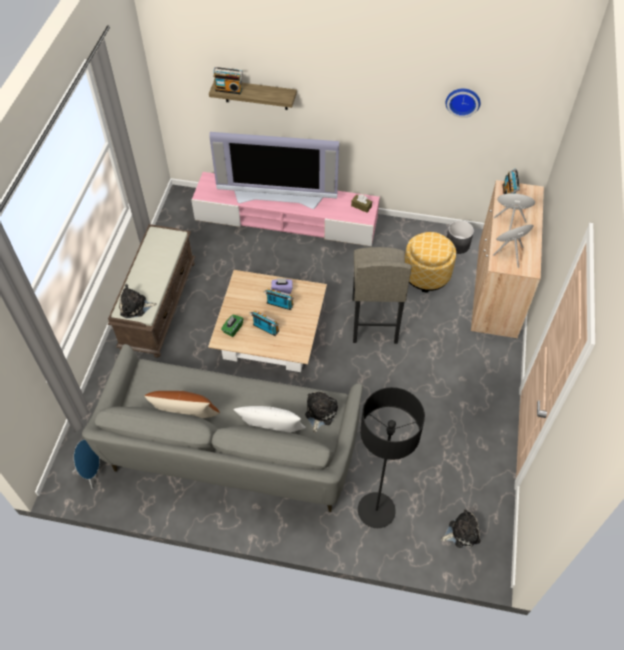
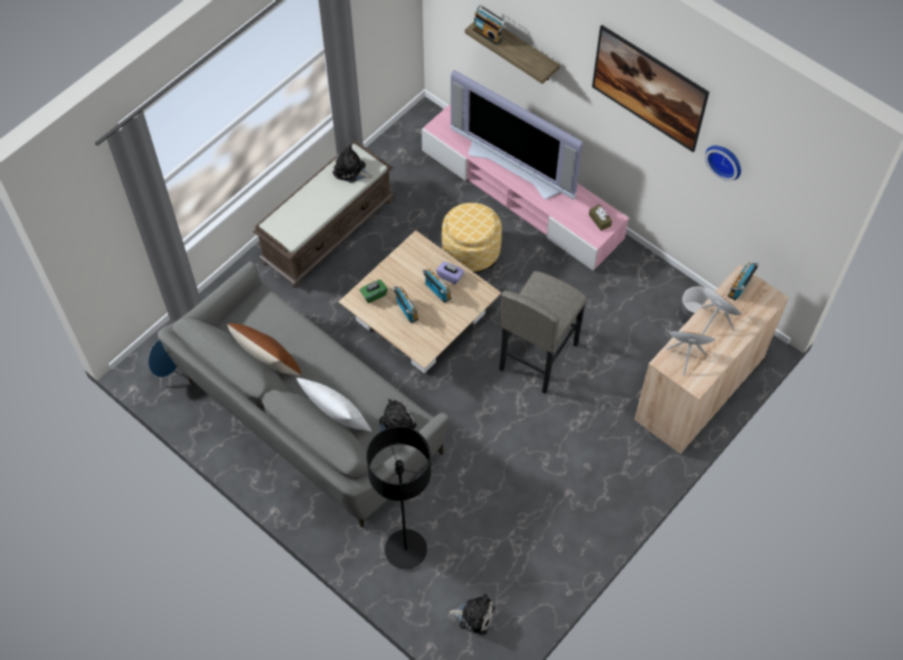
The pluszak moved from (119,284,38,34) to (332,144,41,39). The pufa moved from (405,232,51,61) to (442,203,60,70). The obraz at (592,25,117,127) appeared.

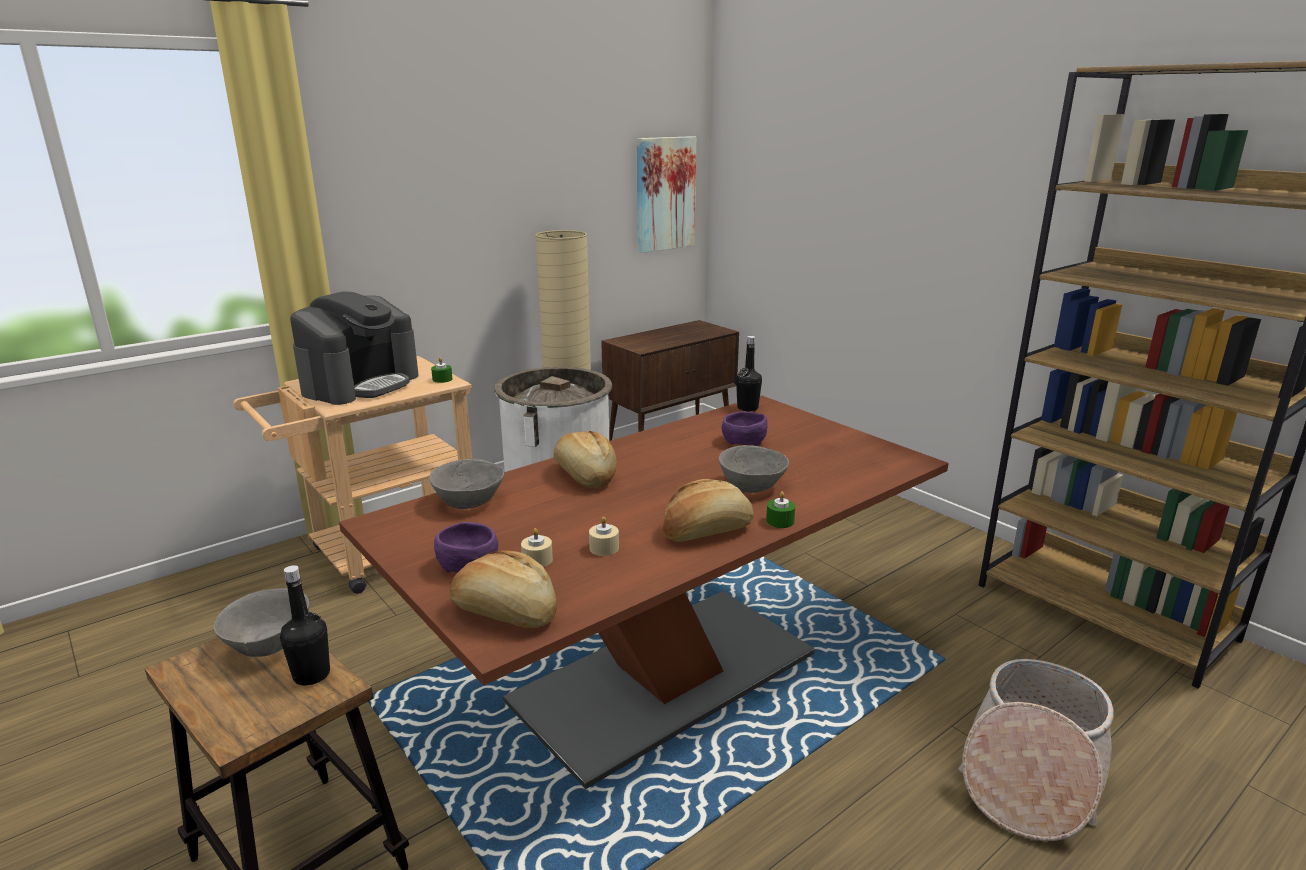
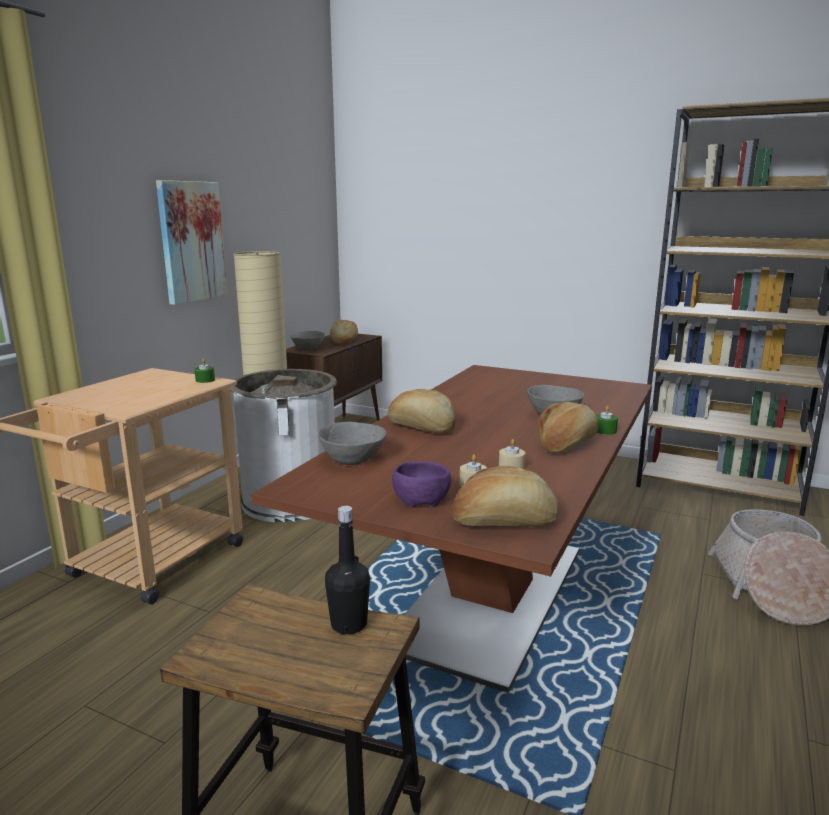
The obraz moved from (637,136,59,117) to (156,180,72,125). The miska [szary] moved from (214,588,96,69) to (290,331,35,19). The chleb at (330,320,28,25) appeared. The ekspres do kawy at (290,291,129,114) disappeared. The miska [fioletowy] at (722,411,46,35) disappeared. The butelka [czarny] at (736,336,26,75) disappeared.

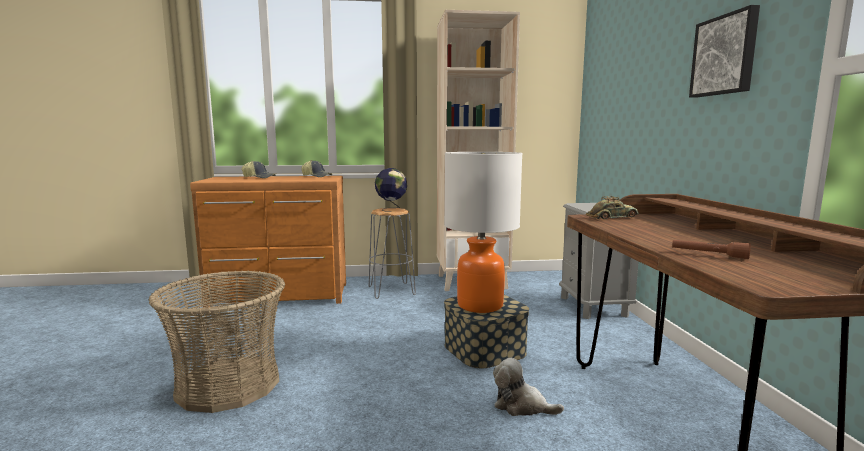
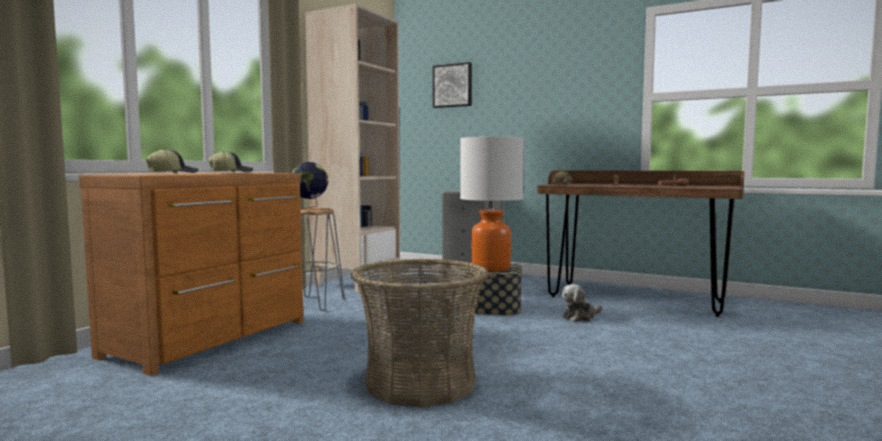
The obraz moved from (689,5,71,93) to (433,62,39,46).

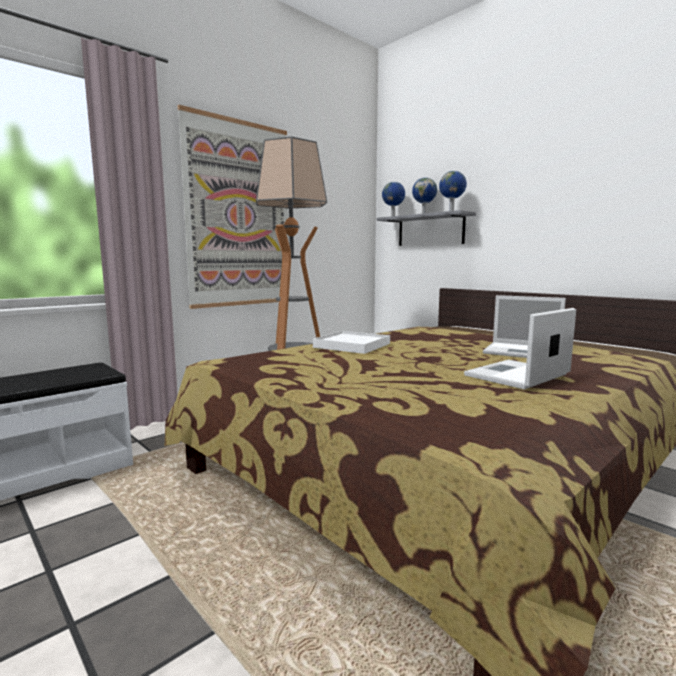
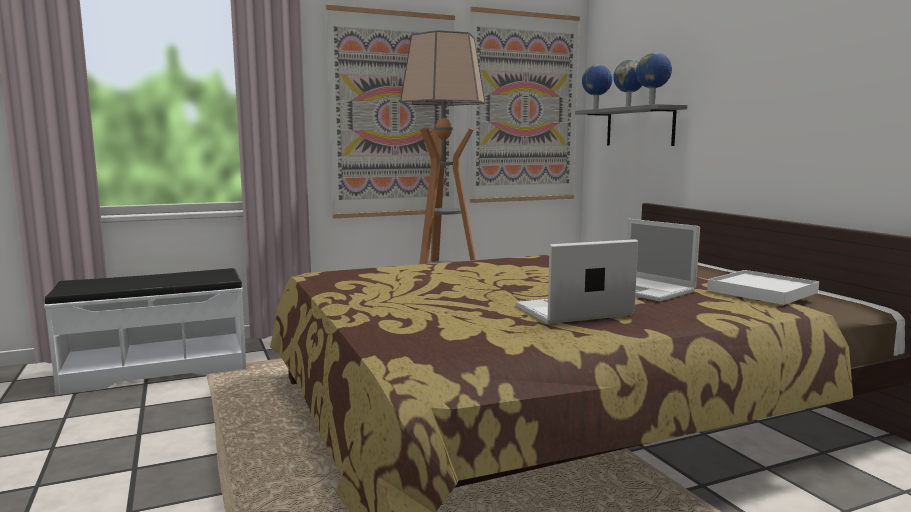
The obraz at (470,7,110,196) appeared. The taca [biały] moved from (313,331,77,23) to (707,270,112,35).

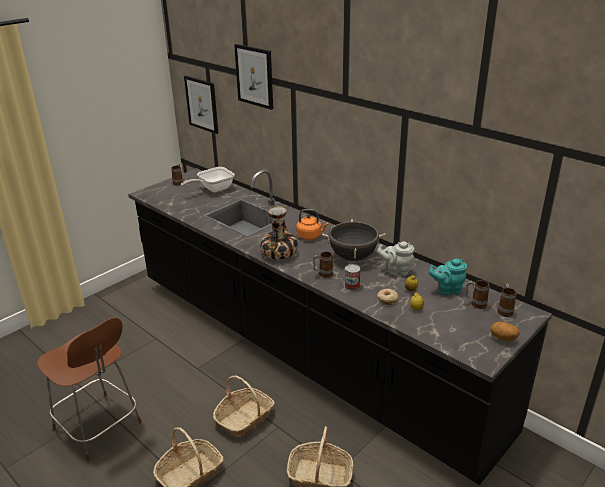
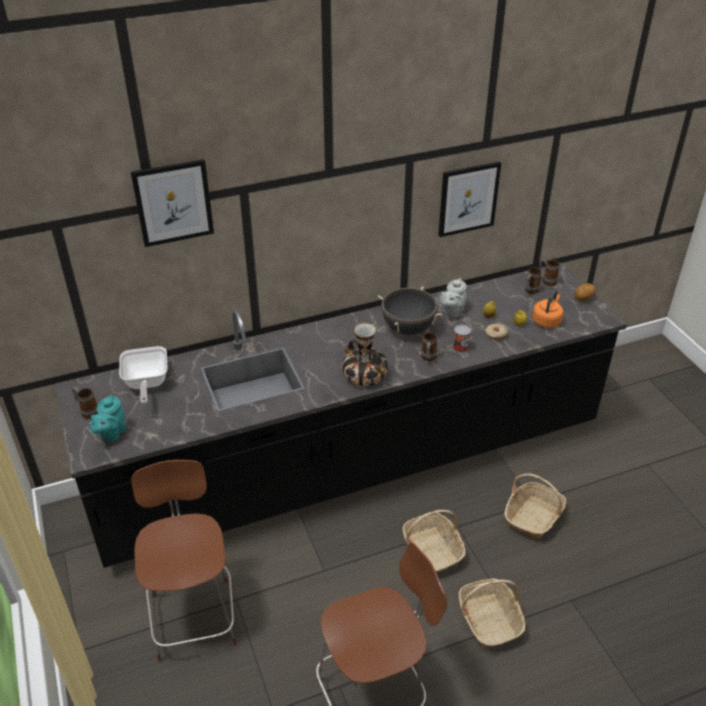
The imbryk [turkusowy] moved from (429,259,38,36) to (89,395,37,47). The krzesło [brązowy] at (131,460,106,201) appeared. The obraz moved from (184,76,34,58) to (438,161,63,76). The czajnik [pomarańczowy] moved from (296,209,33,31) to (532,290,31,38).

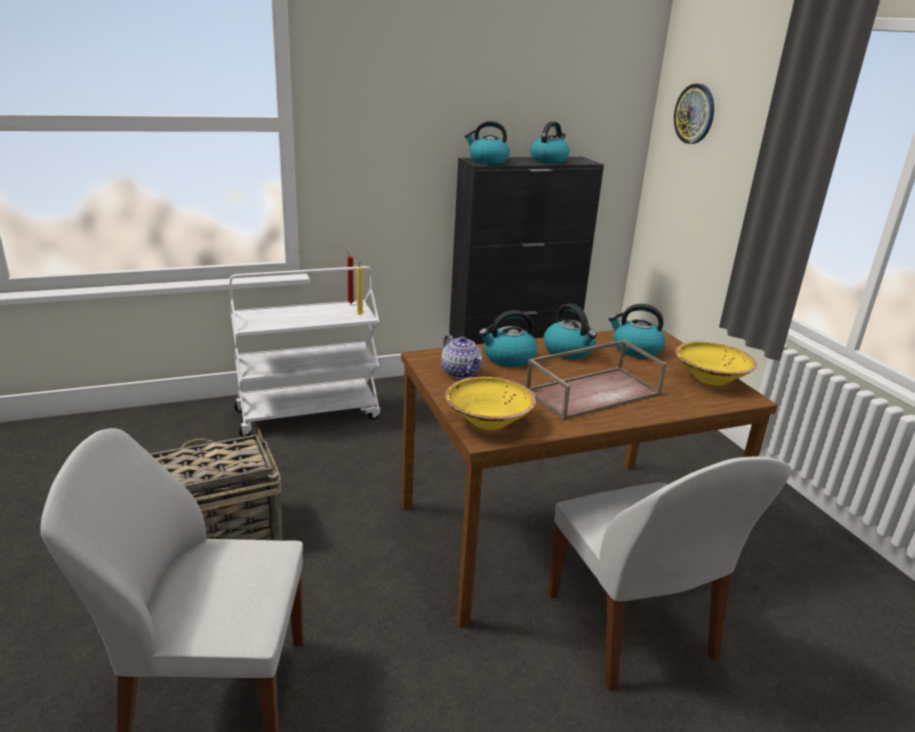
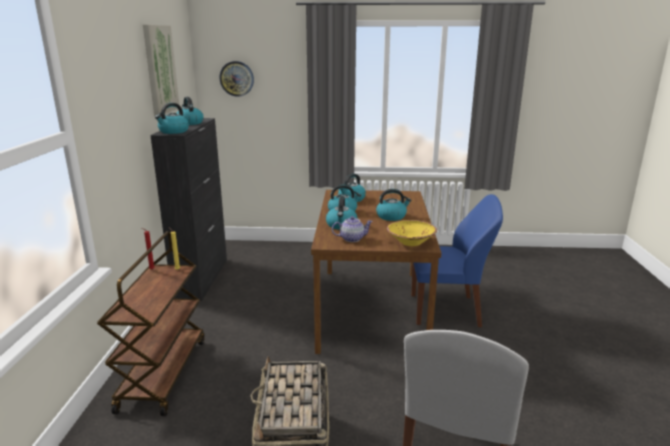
The wózek [biały] at (229,266,151,171) became the wózek [brązowy] at (97,231,108,185). The obraz at (143,25,36,91) appeared. The taca [brązowy] at (526,340,141,80) was replaced by the czajnik at (376,189,35,32). The krzesło [biały] at (547,457,245,234) became the krzesło [niebieski] at (411,194,92,133). The miska [żółty] at (675,341,82,44) disappeared.

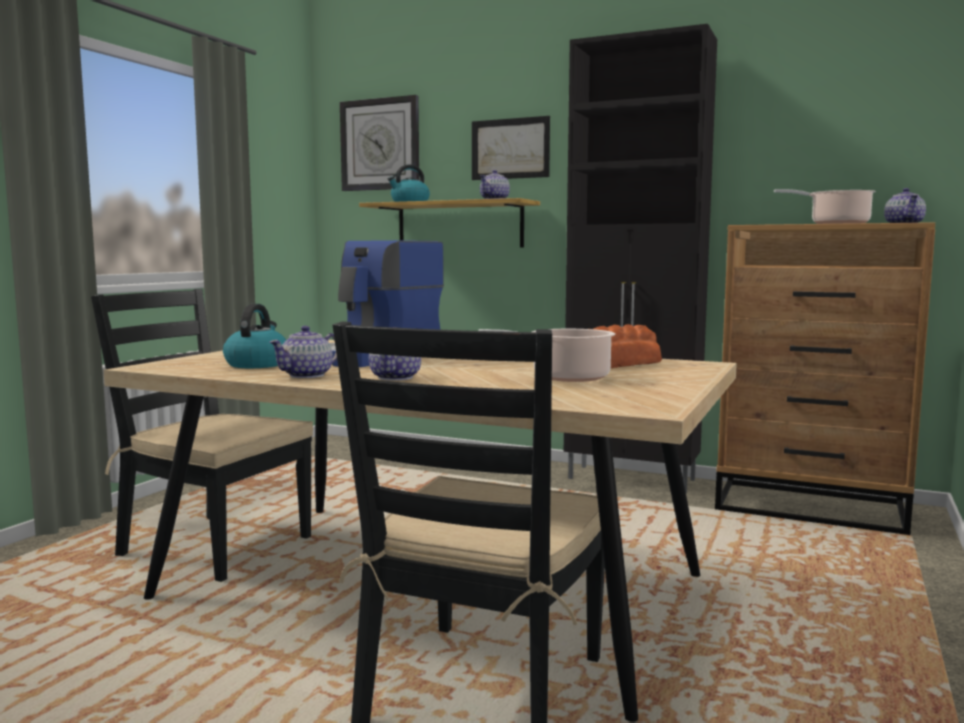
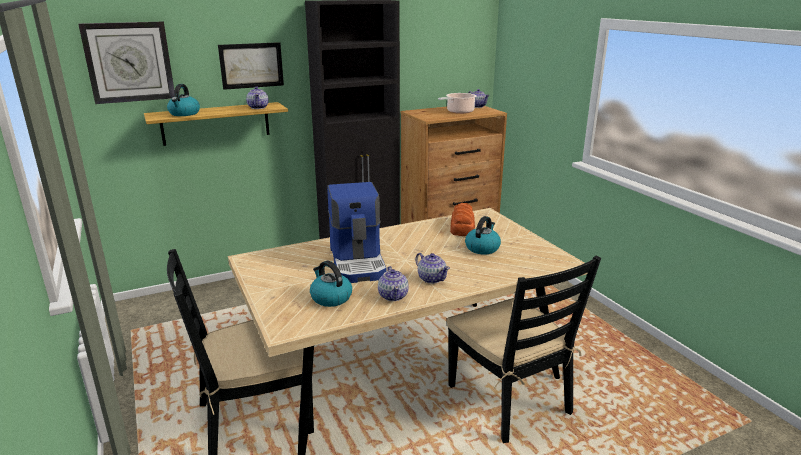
The garnek at (478,329,137,53) was replaced by the czajnik at (465,216,36,38).

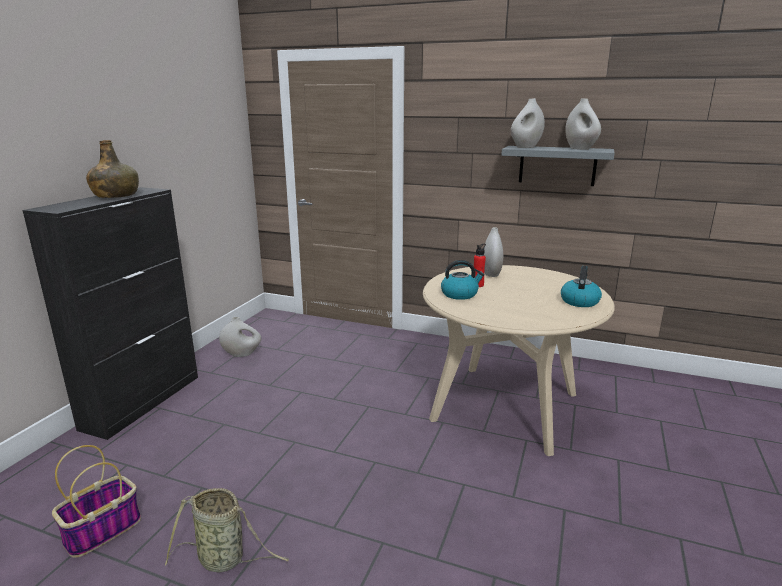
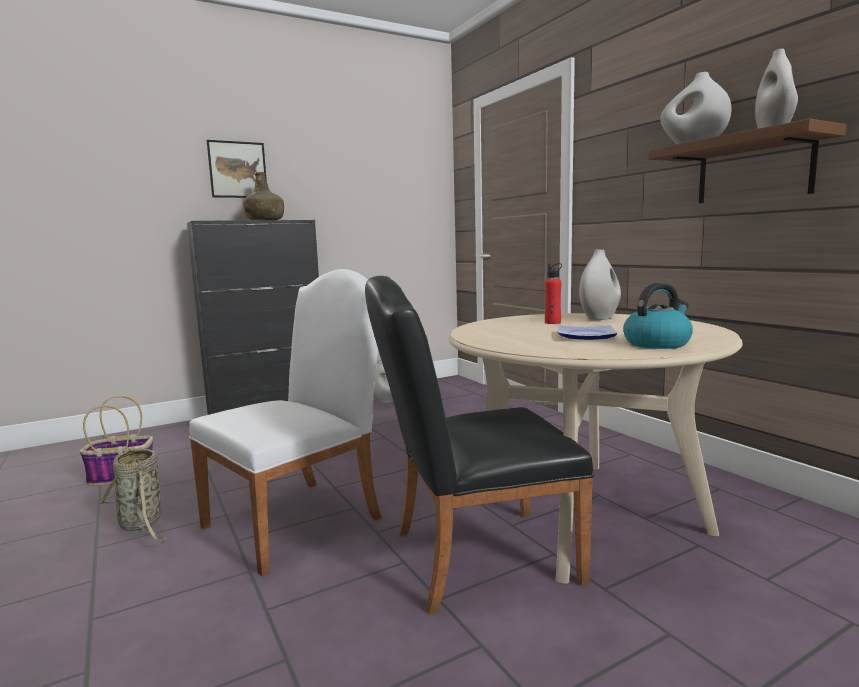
The krzesło [biały] at (189,269,193,307) appeared. The obraz at (207,140,60,58) appeared. The krzesło [czarny] at (365,276,229,338) appeared. The talerz at (558,325,59,15) appeared. The półka [szary] at (501,146,114,40) became the półka [brązowy] at (648,119,199,84). The czajnik at (441,260,44,40) disappeared.

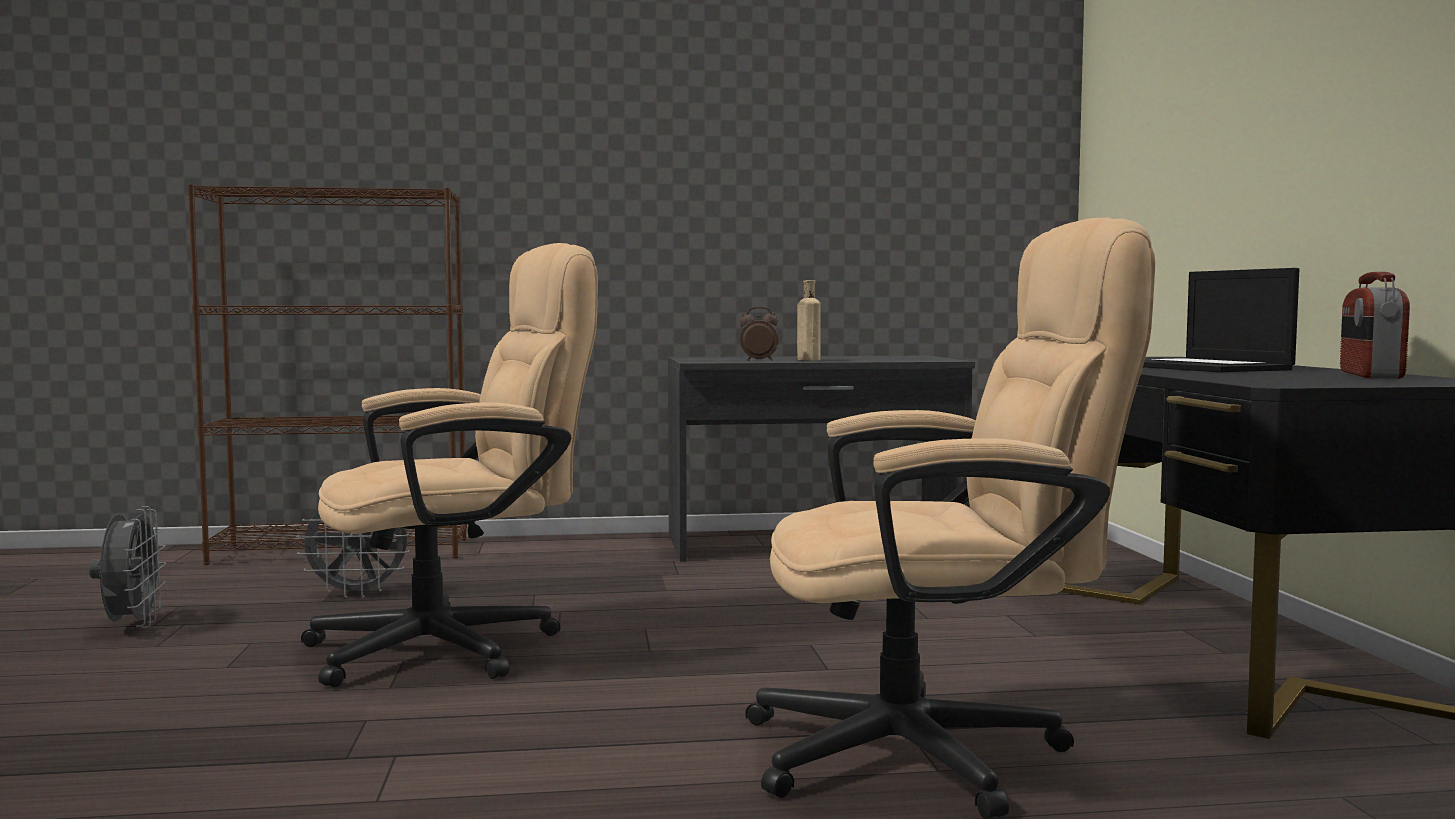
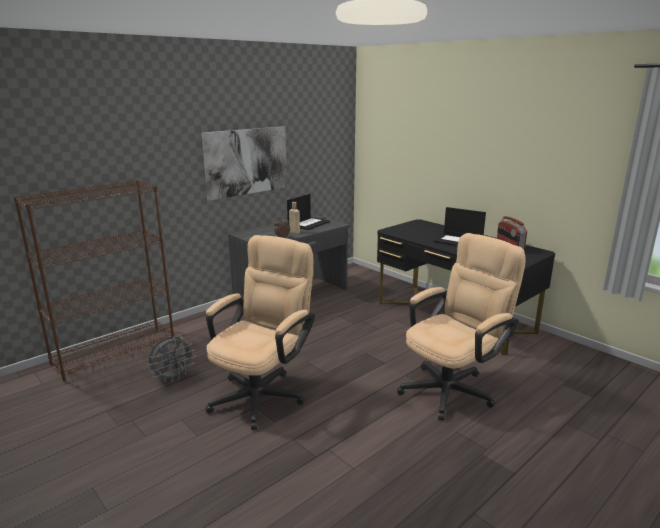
The obraz at (202,126,85,75) appeared. The laptop at (287,194,43,36) appeared. The wentylator [szary] at (89,506,77,122) disappeared.

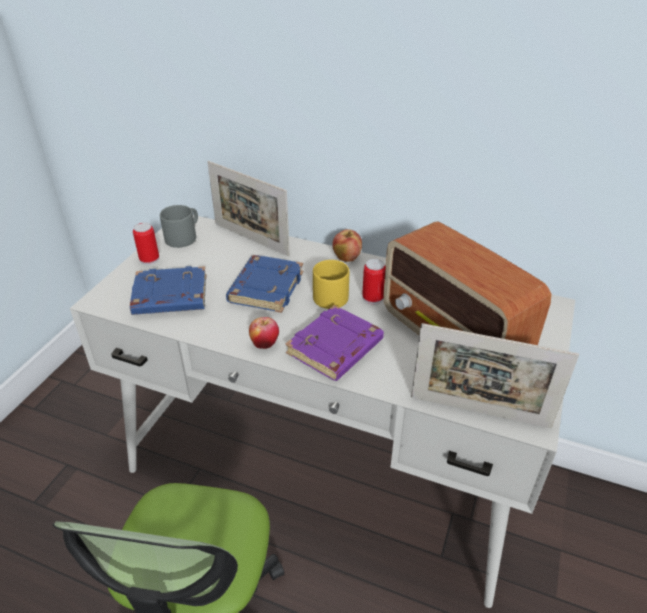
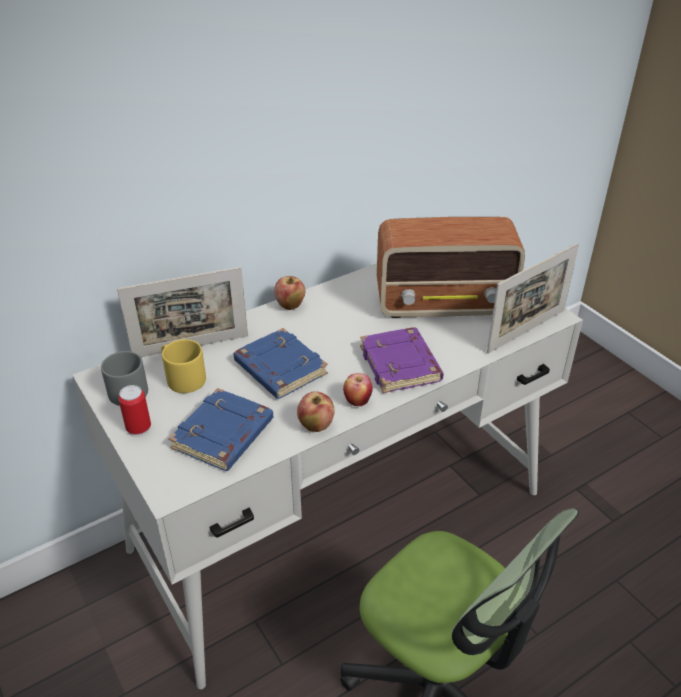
The kubek [żółty] moved from (313,260,36,49) to (161,339,45,54). The jabłko at (297,392,38,40) appeared. The puszka at (362,259,24,46) disappeared.

